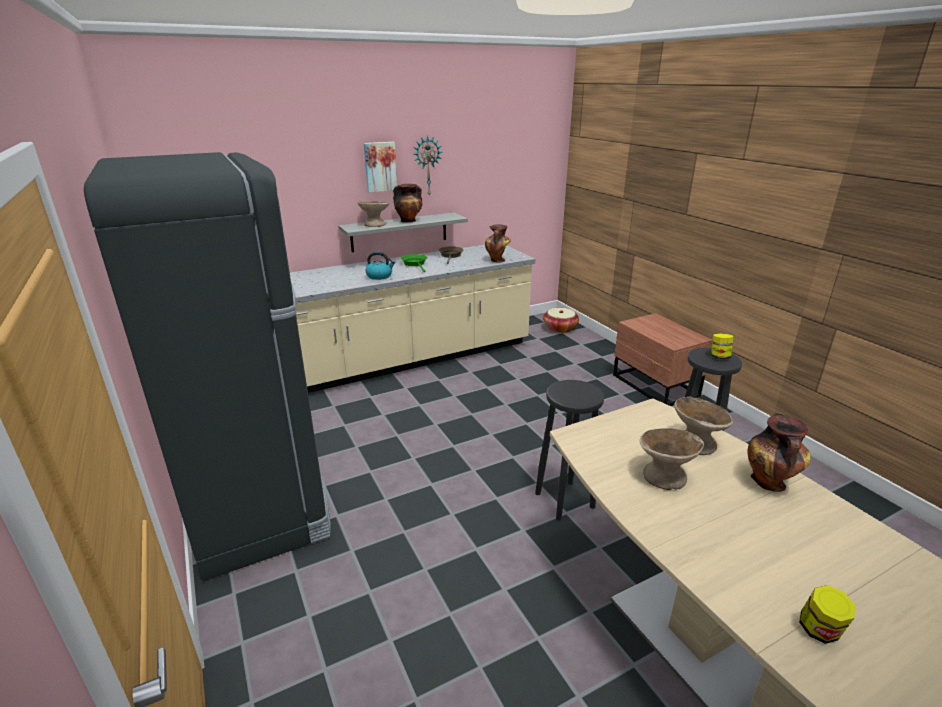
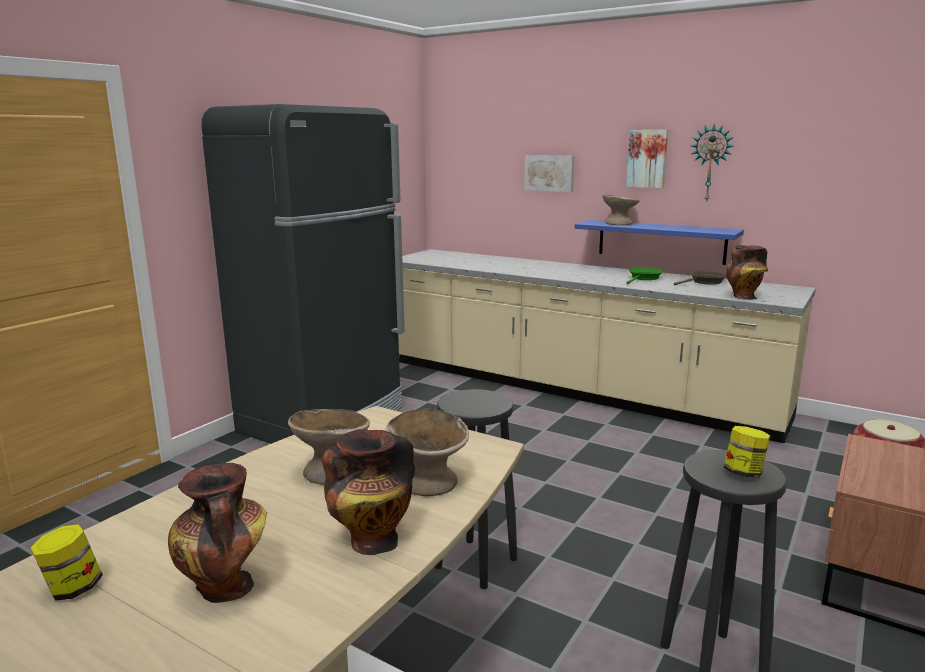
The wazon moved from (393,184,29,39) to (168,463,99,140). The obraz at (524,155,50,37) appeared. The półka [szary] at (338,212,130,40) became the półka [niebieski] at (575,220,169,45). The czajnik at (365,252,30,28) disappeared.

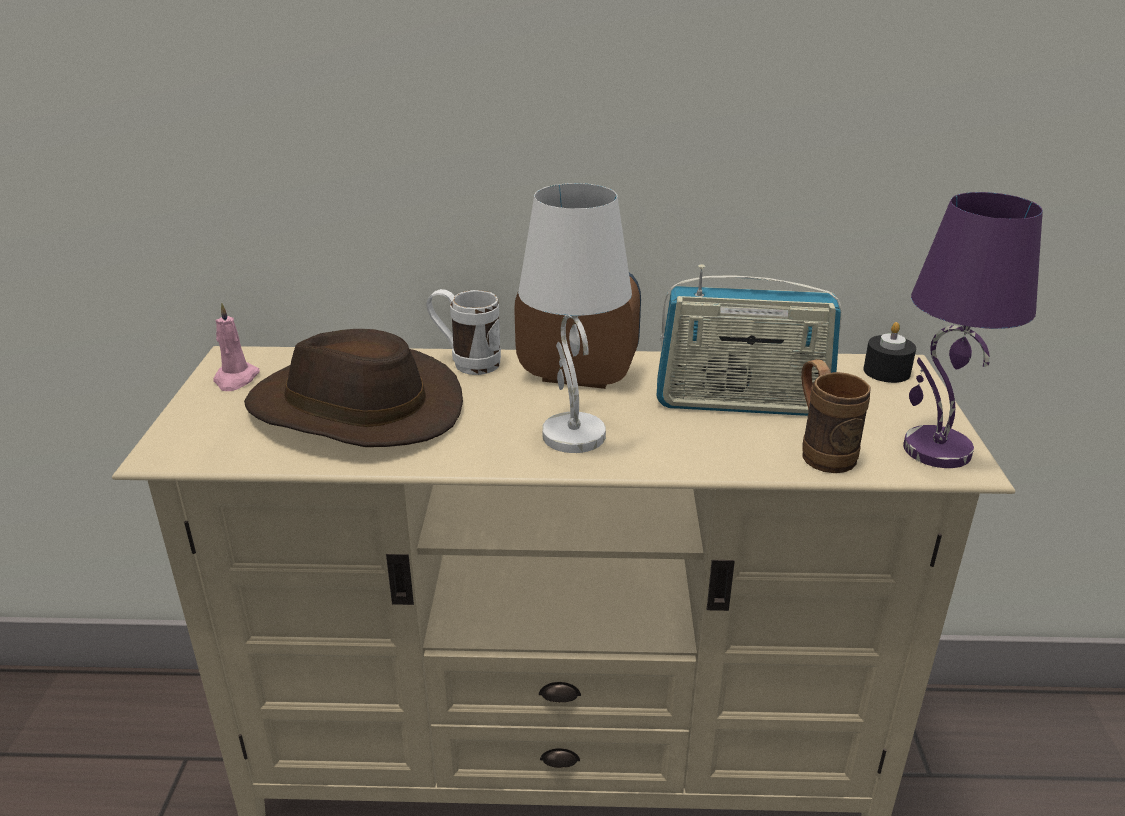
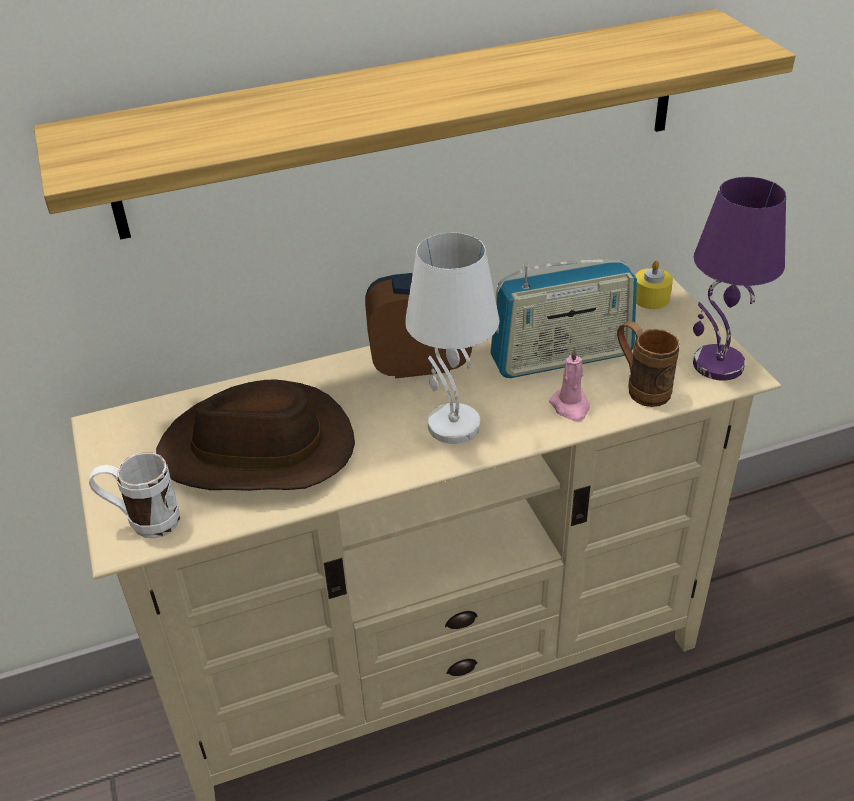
The półka at (34,9,761,231) appeared. The kubek [biały] moved from (426,289,75,86) to (89,452,91,86). The świeca [różowy] moved from (213,302,47,89) to (549,346,41,76). The świeca [czarny] at (864,322,52,61) became the świeca [żółty] at (635,261,38,48).

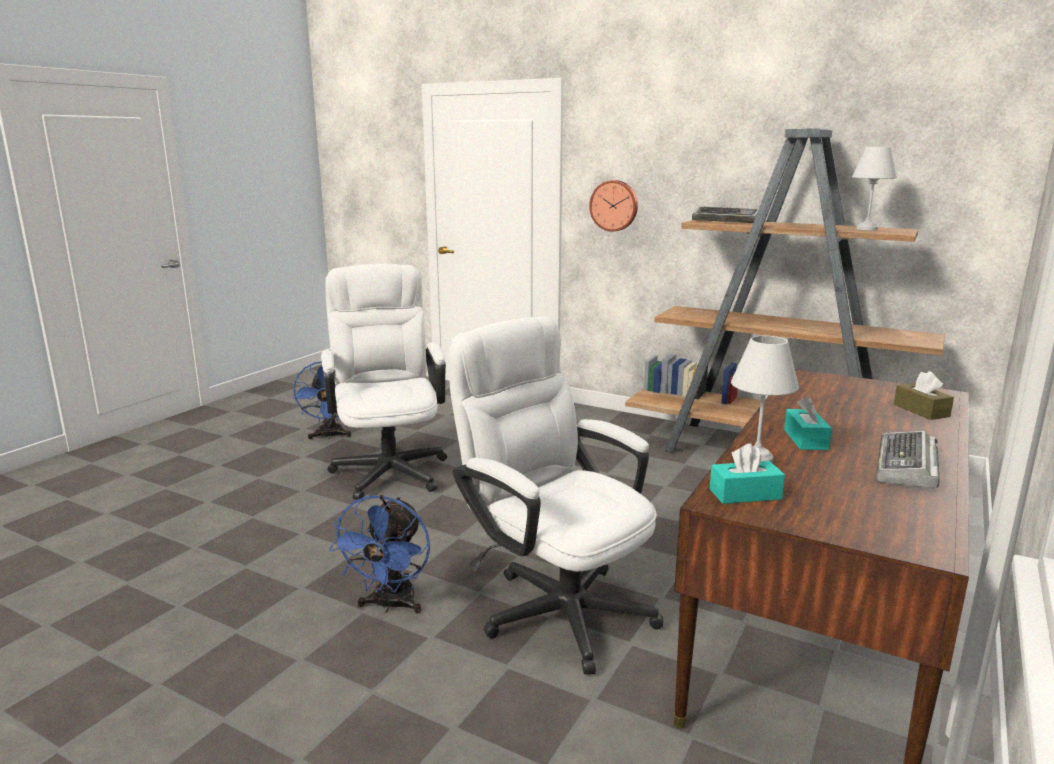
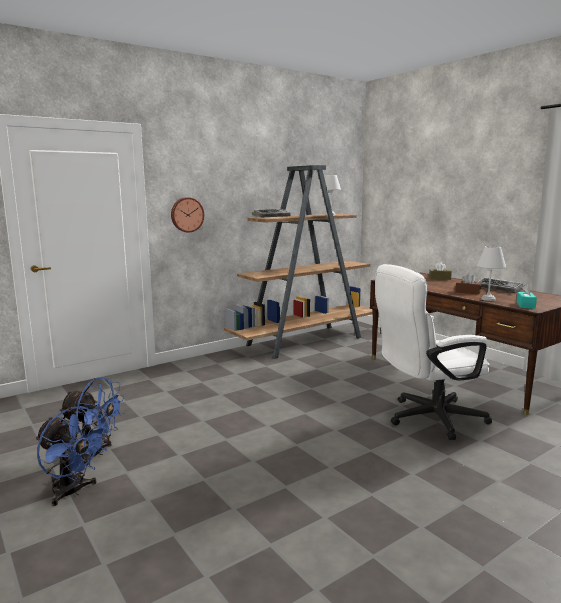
The wentylator [niebieski] moved from (329,495,101,119) to (36,406,74,100). The pudełko chusteczek [turkusowy] at (784,396,48,54) became the pudełko chusteczek [brązowy] at (455,273,26,21). The krzesło biurowe [biały] at (321,264,126,236) disappeared.

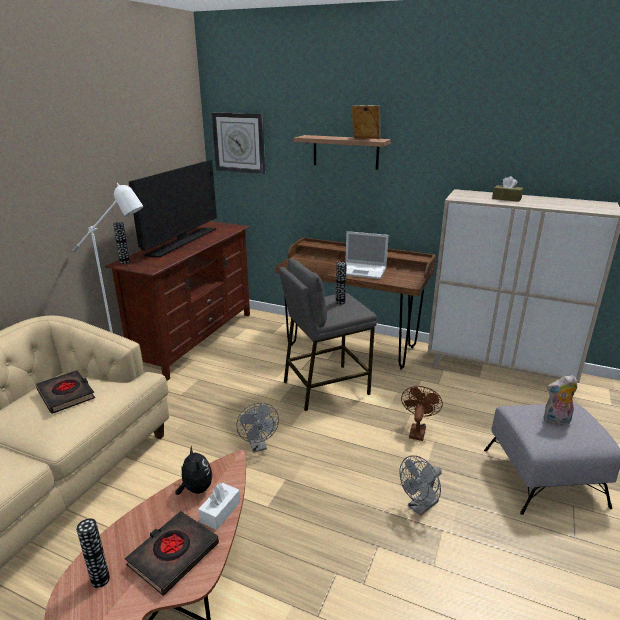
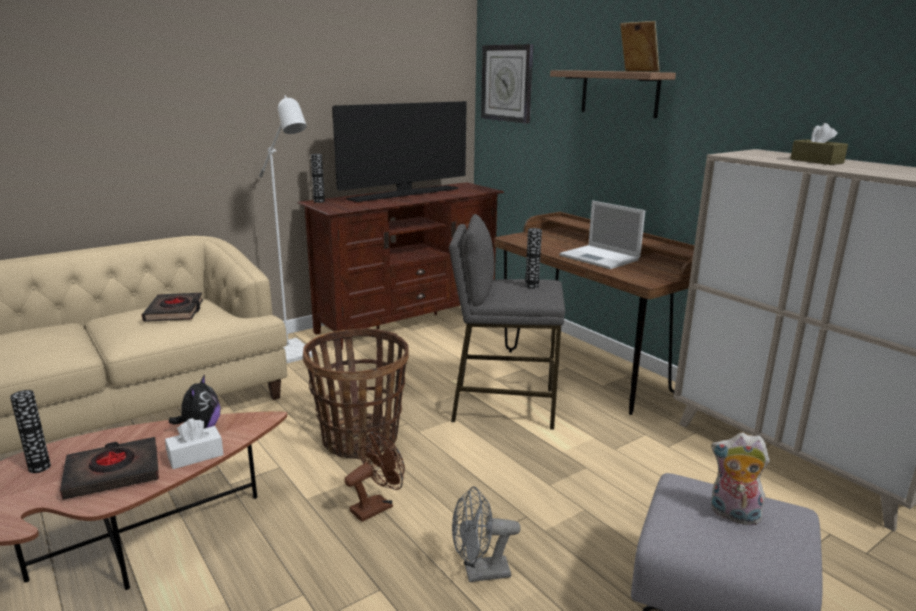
The wentylator [szary] at (236,403,43,50) was replaced by the koszyk at (302,328,107,132). The wentylator [brązowy] moved from (401,386,42,55) to (344,431,61,91).

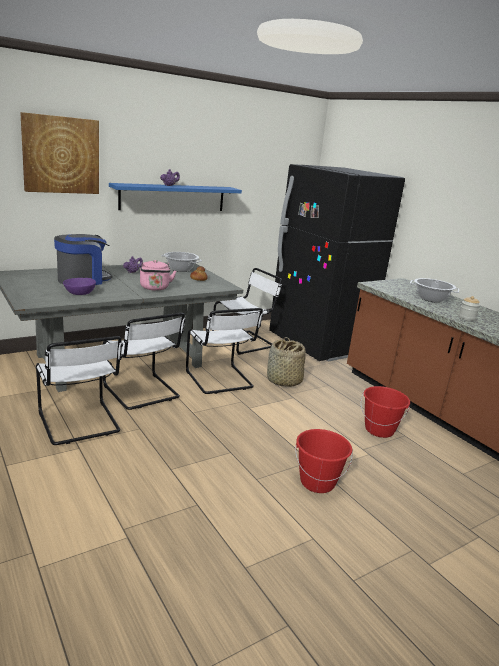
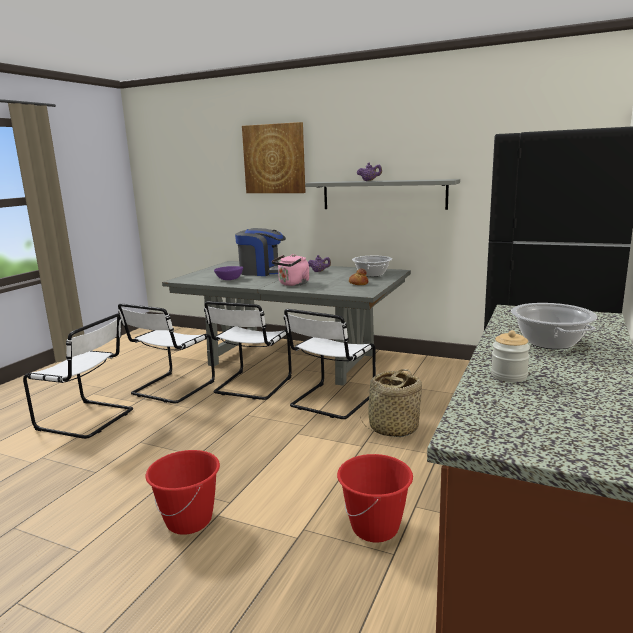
The krzesło [biały] moved from (212,268,70,87) to (23,314,110,125). The półka [niebieski] at (109,183,133,28) became the półka [szary] at (305,179,155,31).

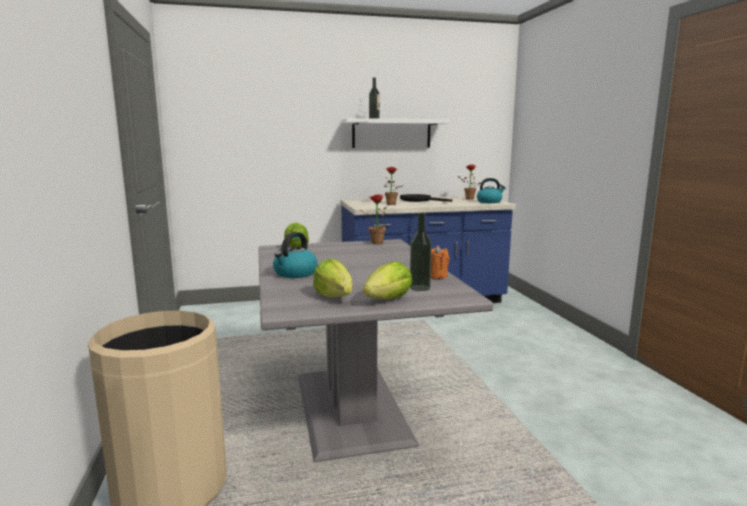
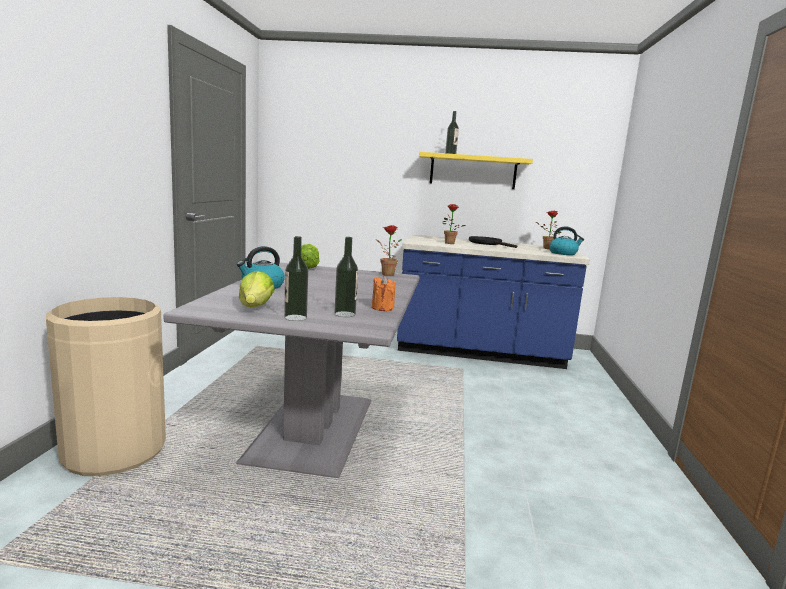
The sałata at (363,261,49,38) was replaced by the butelka at (284,236,24,85). The półka [biały] at (342,118,107,30) became the półka [żółty] at (419,152,114,37).

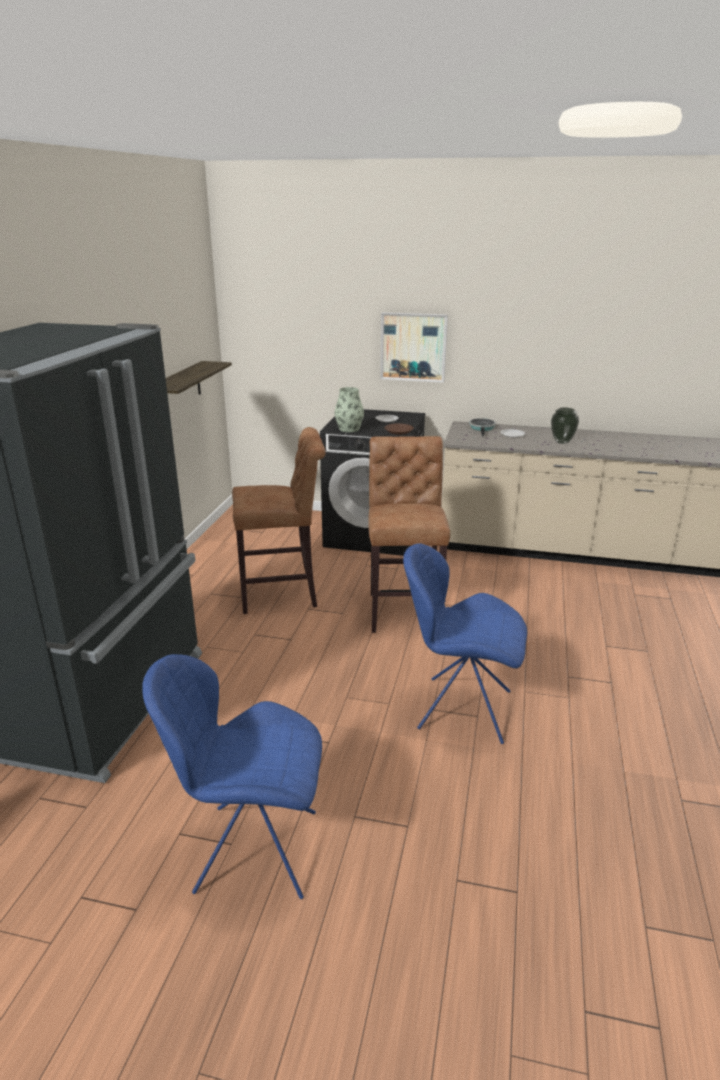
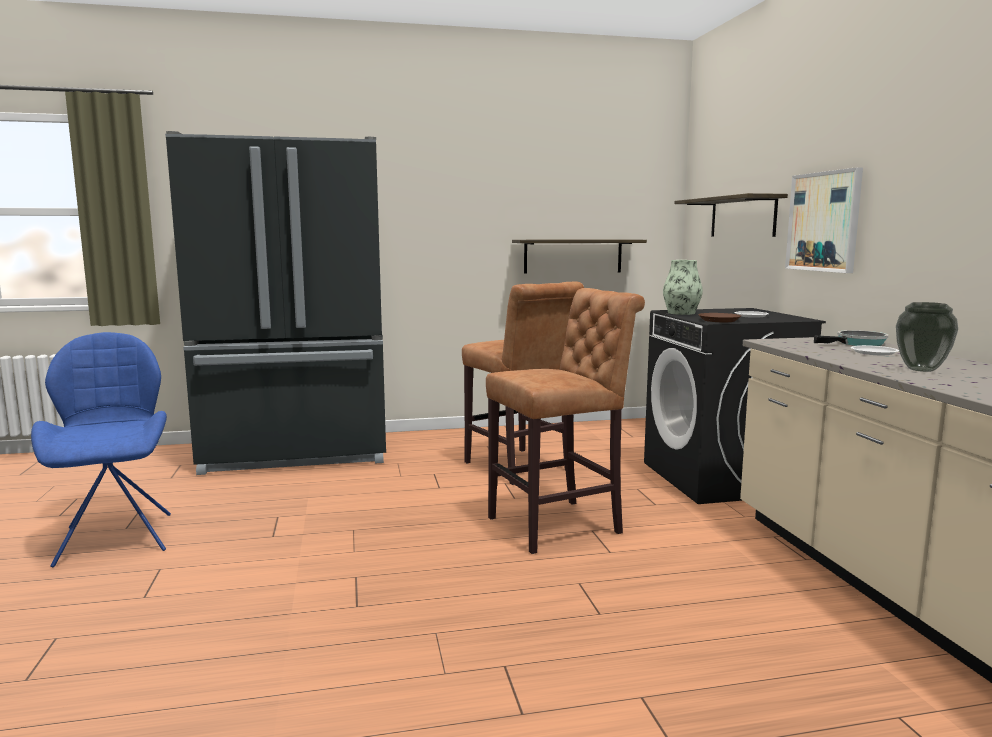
The półka at (674,193,114,44) appeared. The krzesło [niebieski] at (403,543,124,201) disappeared.

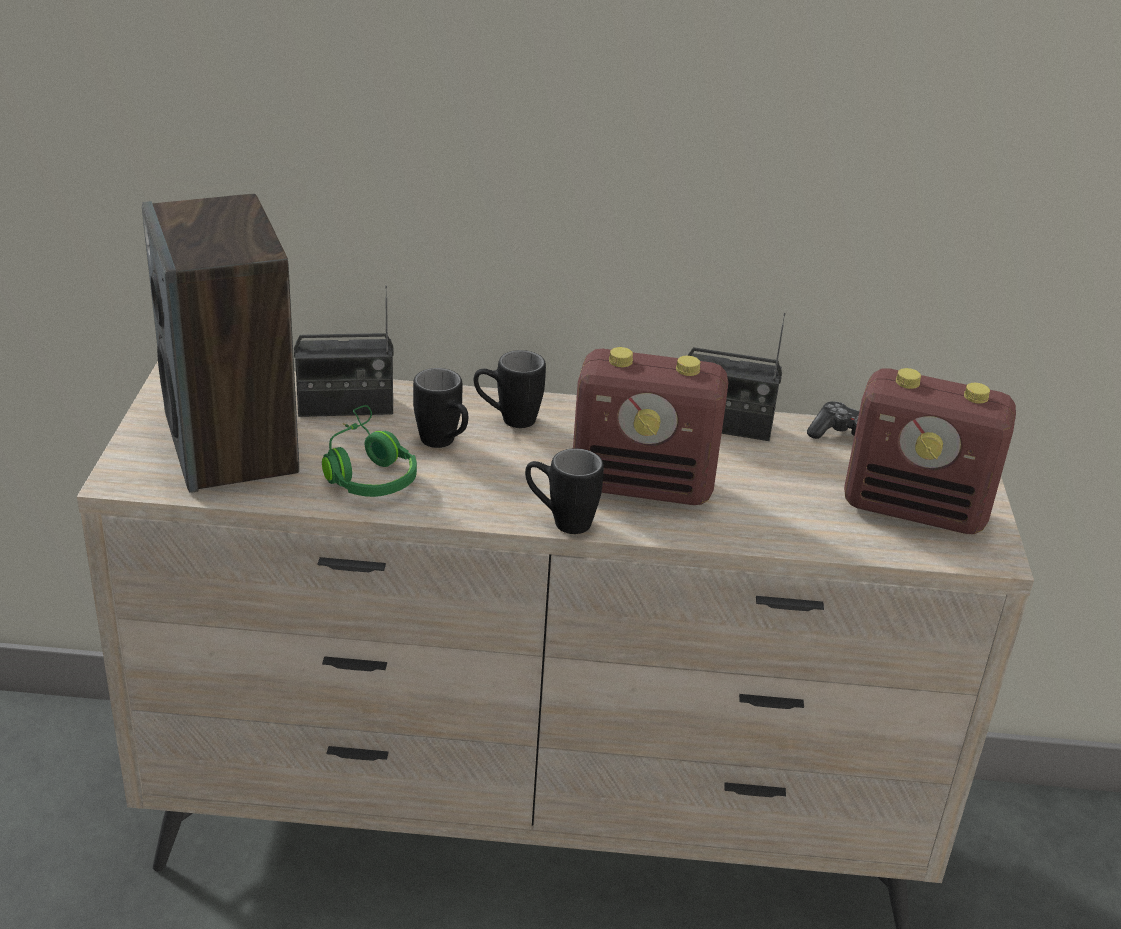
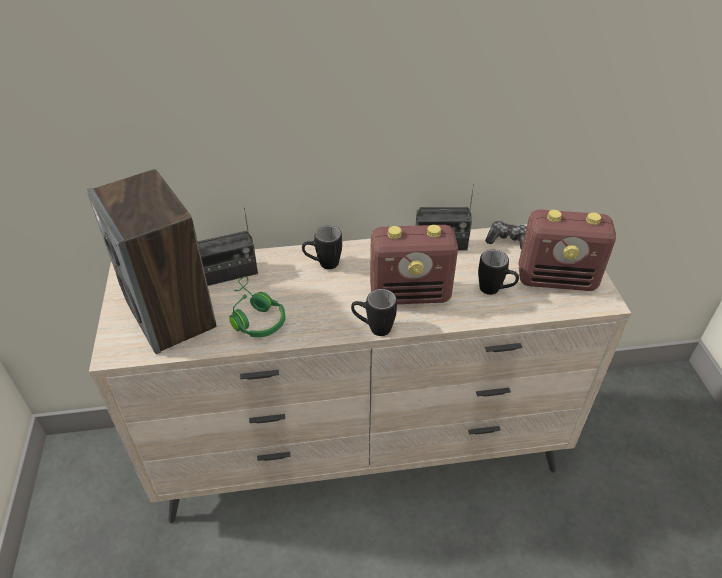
The kubek [czarny] moved from (413,368,55,80) to (478,250,41,45).

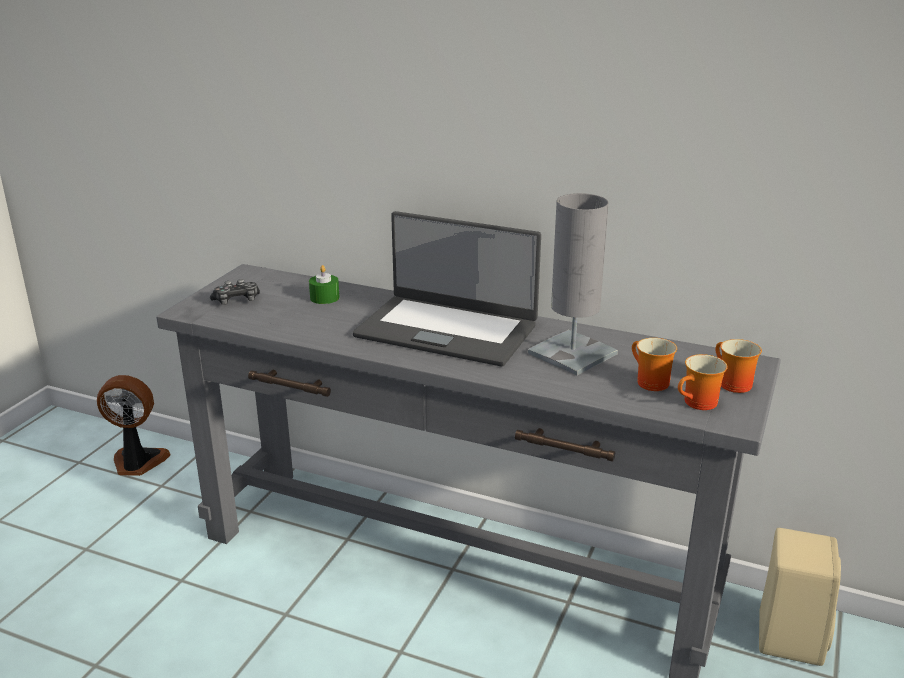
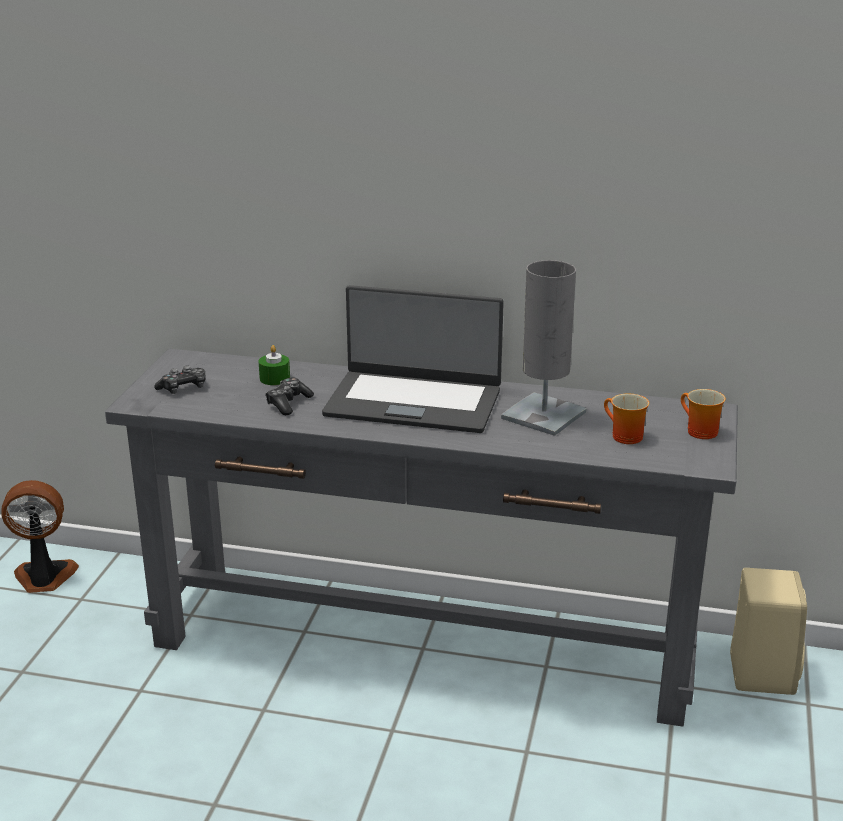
The pad do gier at (265,378,49,37) appeared. The kubek at (678,354,50,56) disappeared.

